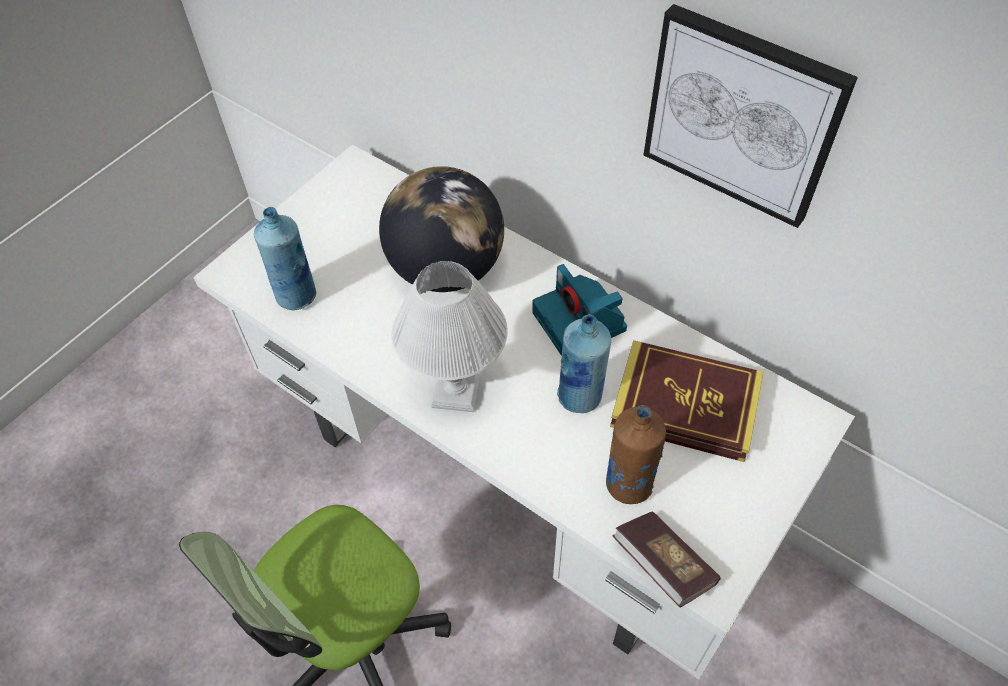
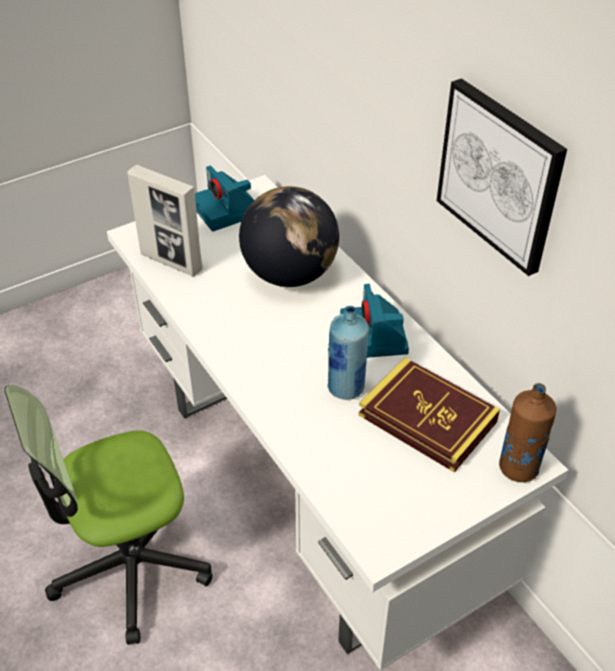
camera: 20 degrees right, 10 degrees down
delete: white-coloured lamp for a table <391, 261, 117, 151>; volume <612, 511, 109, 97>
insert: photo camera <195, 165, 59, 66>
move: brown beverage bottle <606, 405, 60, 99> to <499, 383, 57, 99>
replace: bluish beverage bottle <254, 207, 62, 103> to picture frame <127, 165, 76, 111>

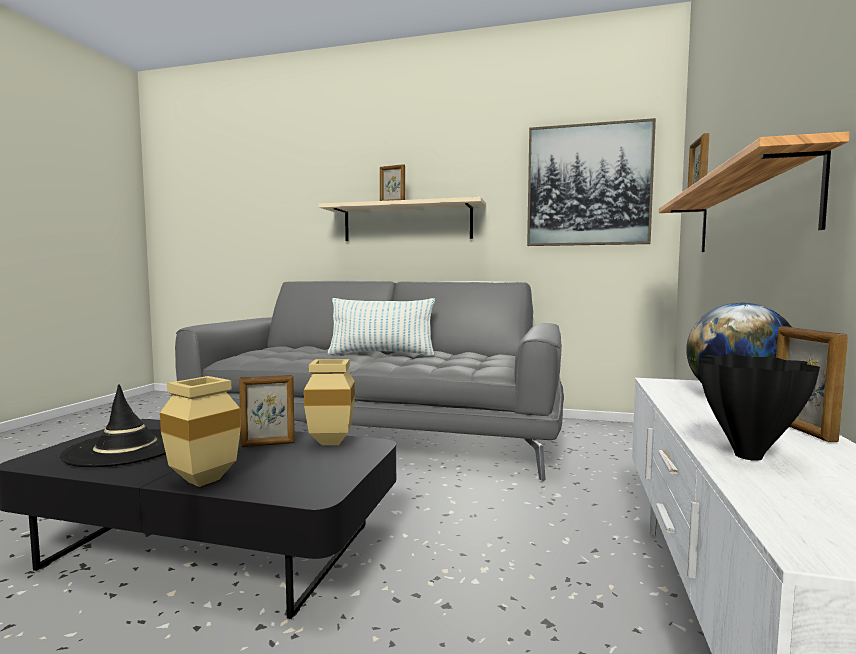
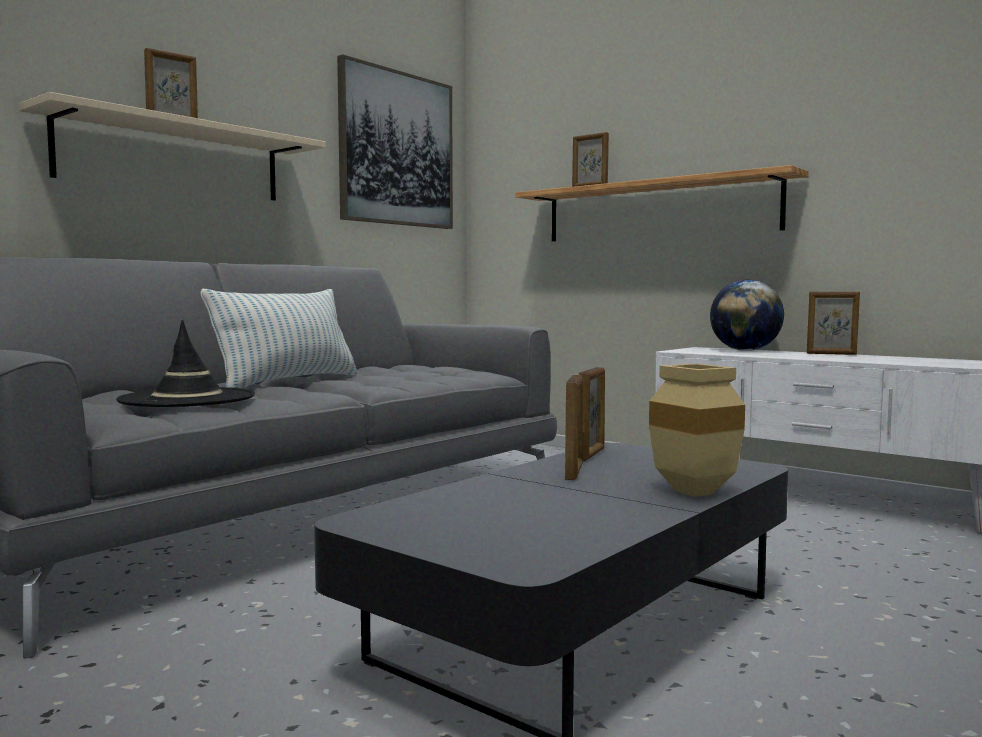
camera: 65 degrees left, 0 degrees up
delete: blackish decorative vase <699, 354, 121, 107>
move: blackish hat <60, 384, 106, 83> to <116, 320, 139, 87>
replace: sand-coloured decorative vase <304, 359, 51, 86> to picture frame <579, 367, 26, 94>

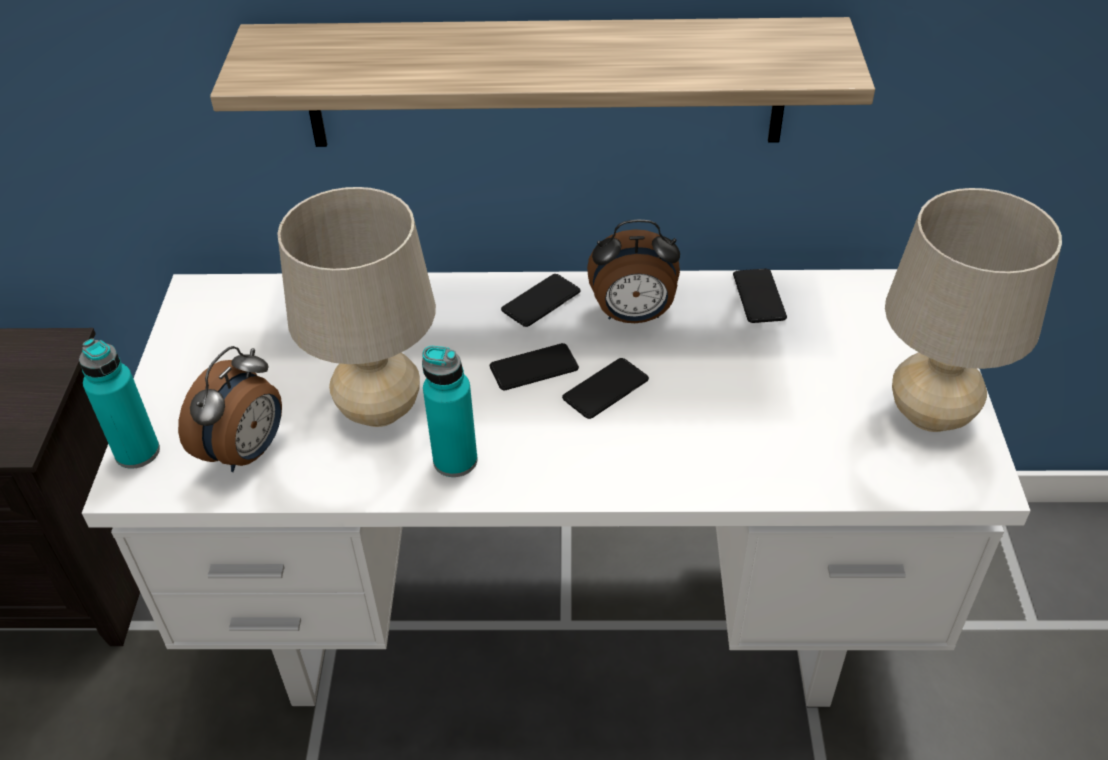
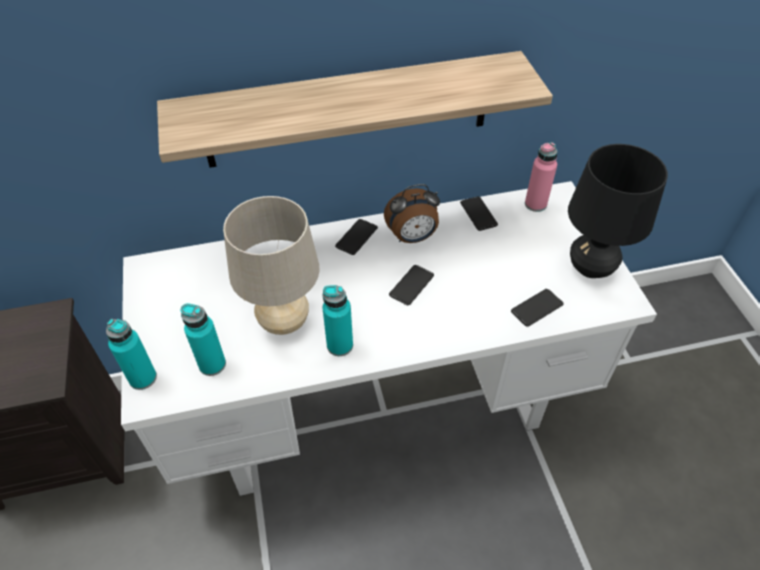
camera: 15 degrees left, 5 degrees up
insert: pink beverage bottle <525, 142, 33, 70>
move: phone <490, 343, 89, 47> to <511, 289, 52, 38>
replace: table clock <178, 346, 104, 126> to blue-green beverage bottle <180, 303, 46, 73>
recolor: sand-coloured lamp for a table <885, 188, 177, 244> to blackish lamp for a table <568, 144, 100, 134>

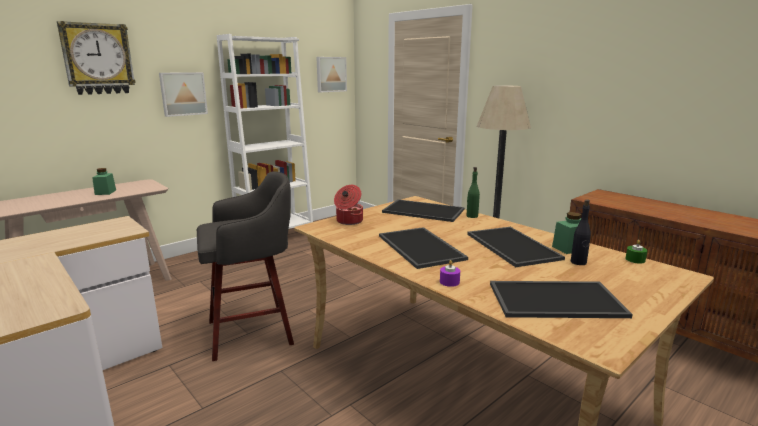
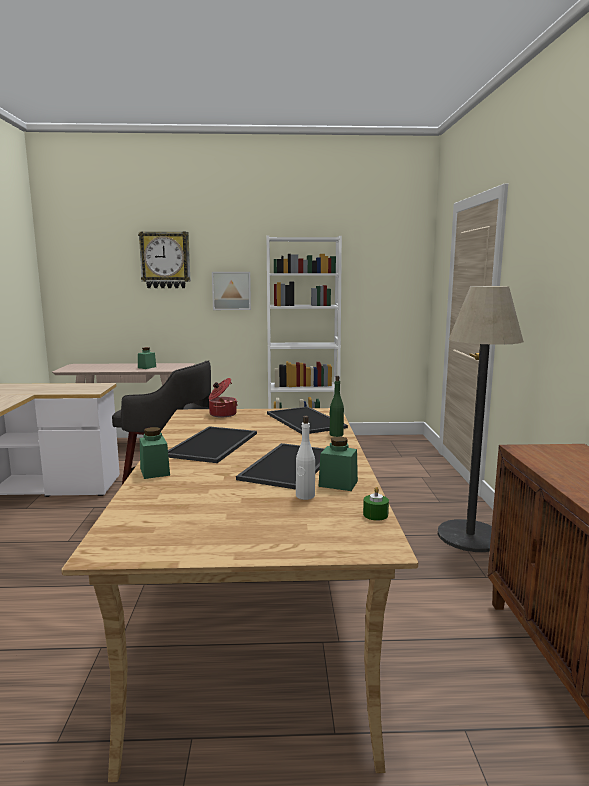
camera: 40 degrees right, 5 degrees down
delete: picture <316, 57, 31, 35>; serving tray <490, 281, 143, 37>
replace: purplish candle <440, 260, 20, 27> to greenish jar <140, 427, 30, 52>
recolor: blackish beverage bottle <571, 199, 20, 66> to white-coloured beverage bottle <296, 416, 19, 84>

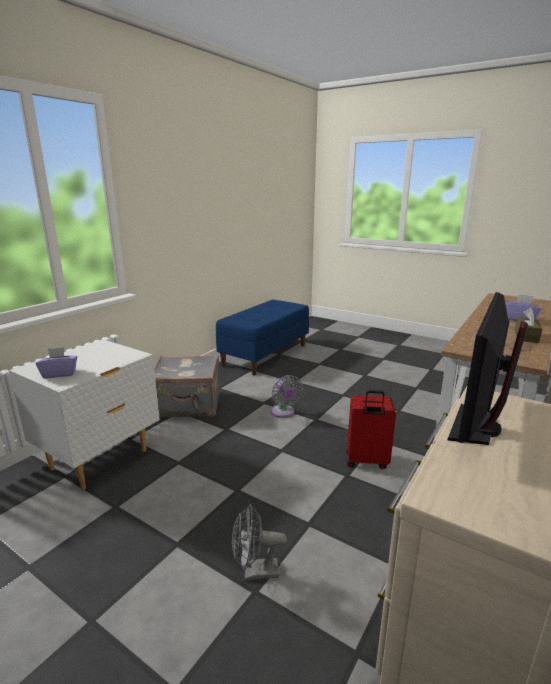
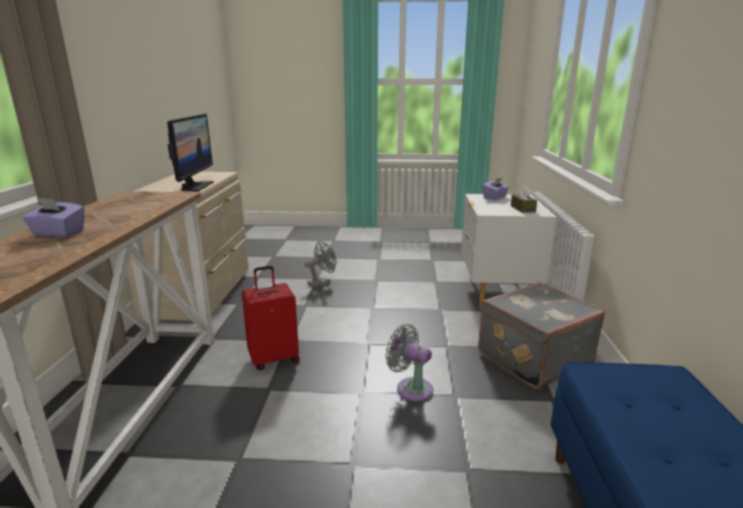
camera: 150 degrees right, 0 degrees up
move: brown tissue holder <515, 308, 27, 35> to <511, 186, 26, 27>

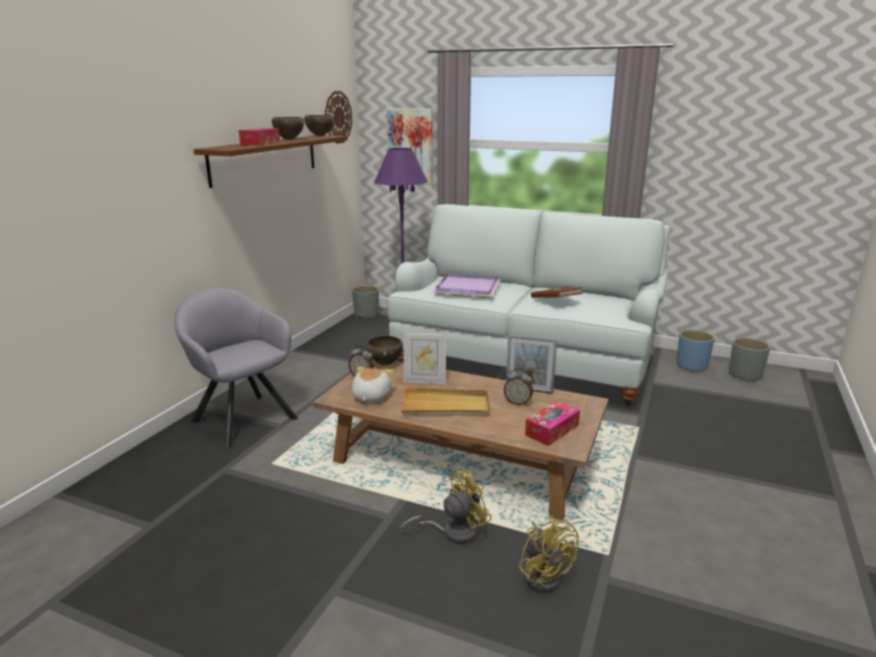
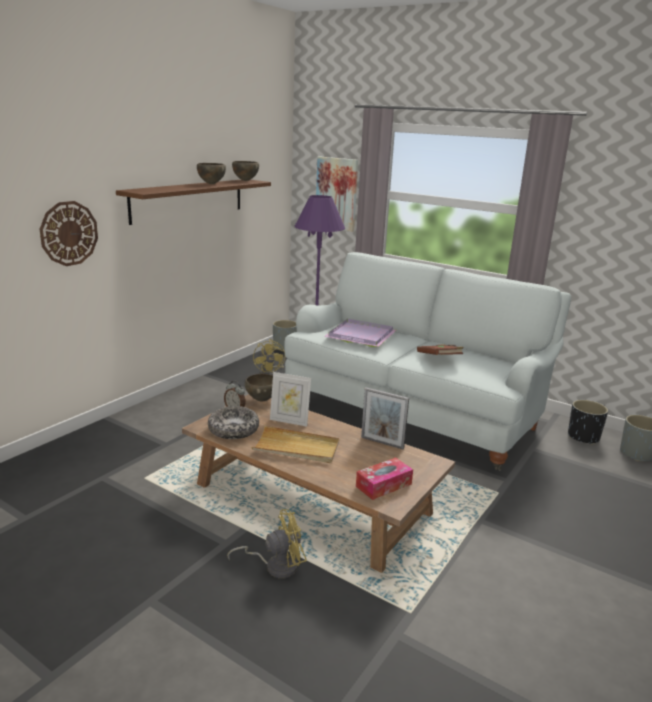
camera: 10 degrees right, 0 degrees up
delete: greyish easy chair <174, 288, 124, 160>; tissue holder <238, 128, 42, 17>; table clock <504, 368, 29, 37>
move: hanging clock <325, 91, 27, 53> to <40, 201, 58, 65>; yellow cooling fan <519, 515, 60, 77> to <253, 339, 32, 36>
replace: soft toy <351, 367, 43, 35> to deep dish <208, 406, 51, 33>
recolor: bluish flower pot <677, 330, 38, 42> to blackish flower pot <568, 400, 40, 45>

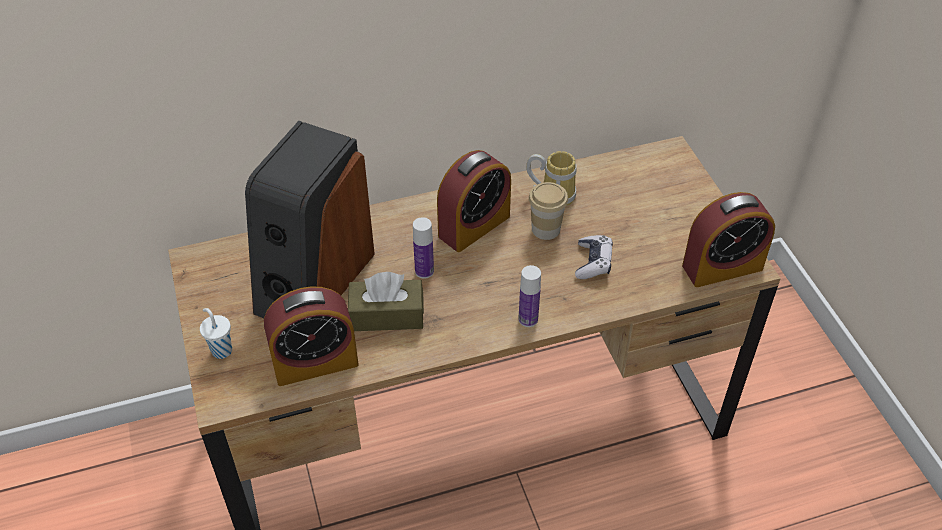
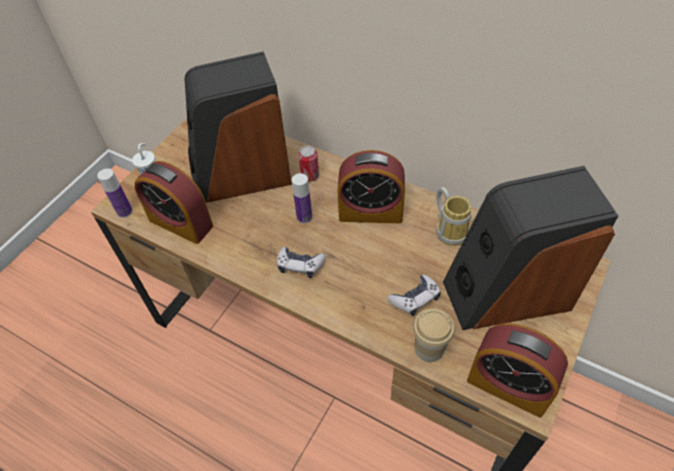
camera: 50 degrees right, 5 degrees up
delete: brown tissue holder <348, 272, 76, 59>
insert: joypad <277, 247, 49, 31>; can <298, 145, 21, 37>; speaker <443, 166, 175, 164>
move: beverage bottle <518, 265, 23, 62> to <97, 168, 36, 50>; cup <529, 182, 39, 58> to <413, 308, 42, 54>

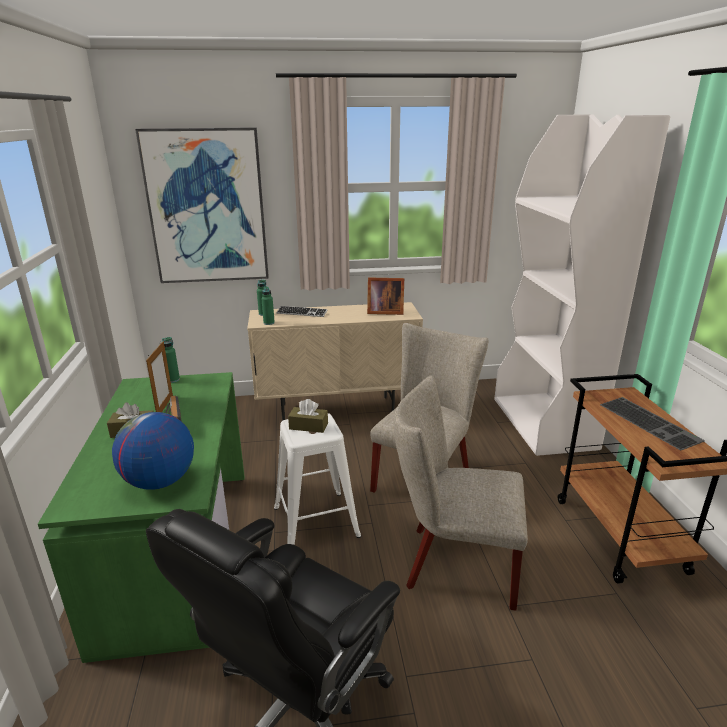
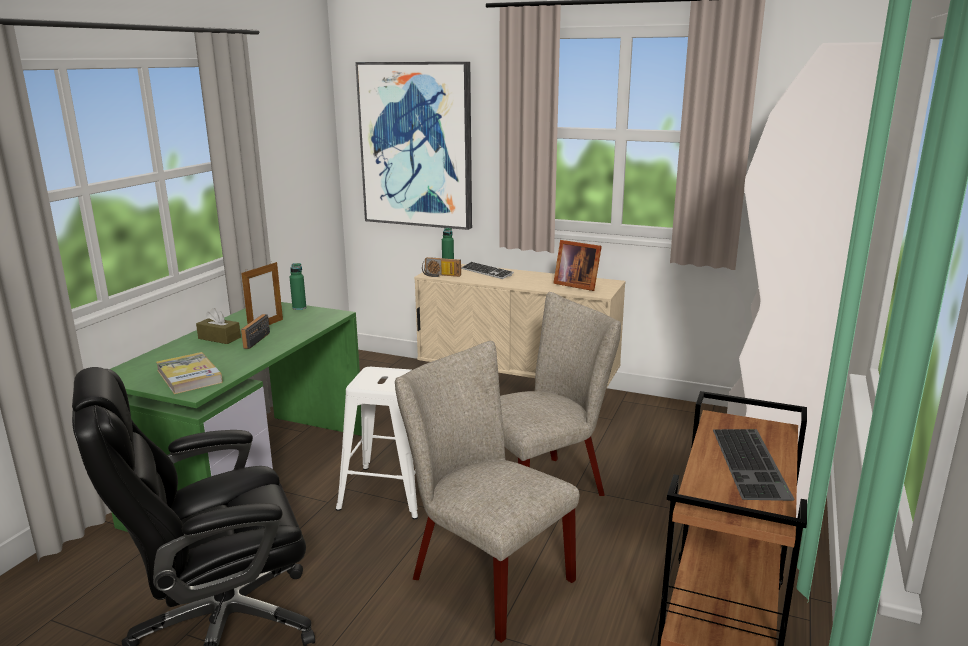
camera: 30 degrees right, 5 degrees down
delete: brown tissue holder <288, 399, 40, 34>
replace: world globe <112, 412, 82, 78> to volume <156, 352, 67, 42>; greenish beverage bottle <261, 286, 14, 39> to radio receiver <422, 257, 39, 20>

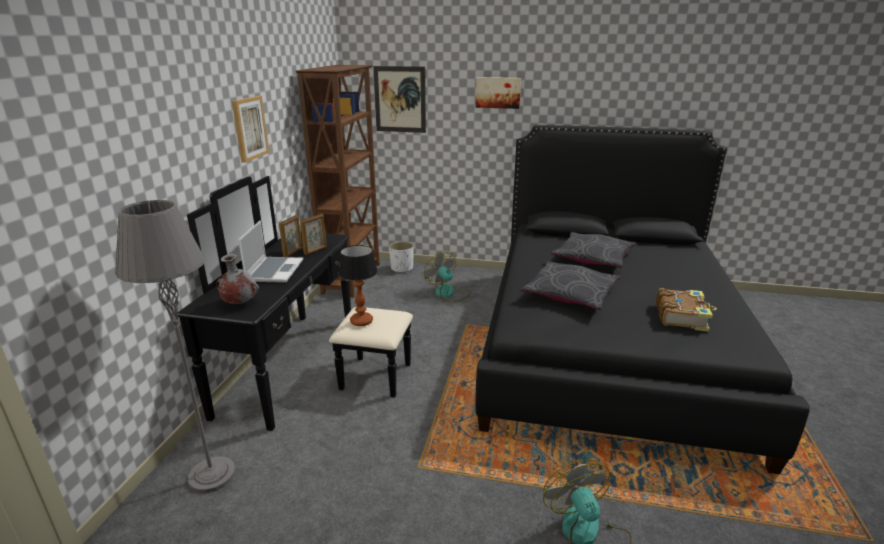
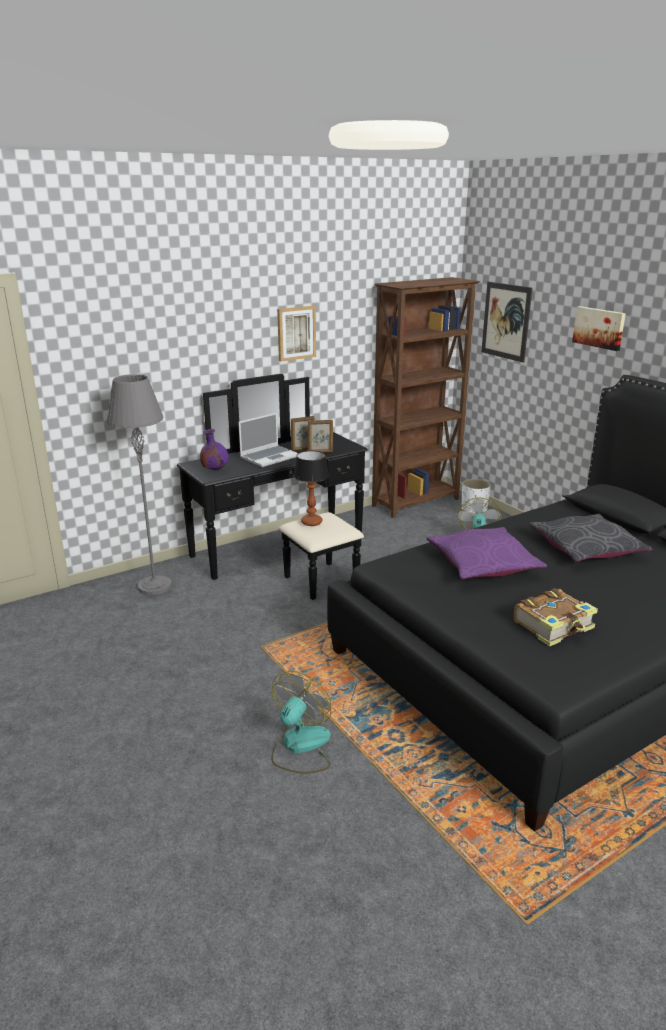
camera: 45 degrees right, 0 degrees up
recolor: greyish decorative vase <216, 254, 43, 50> to purplish decorative vase <200, 429, 29, 41>; greyish cushion <520, 261, 101, 49> to purplish cushion <426, 527, 121, 52>

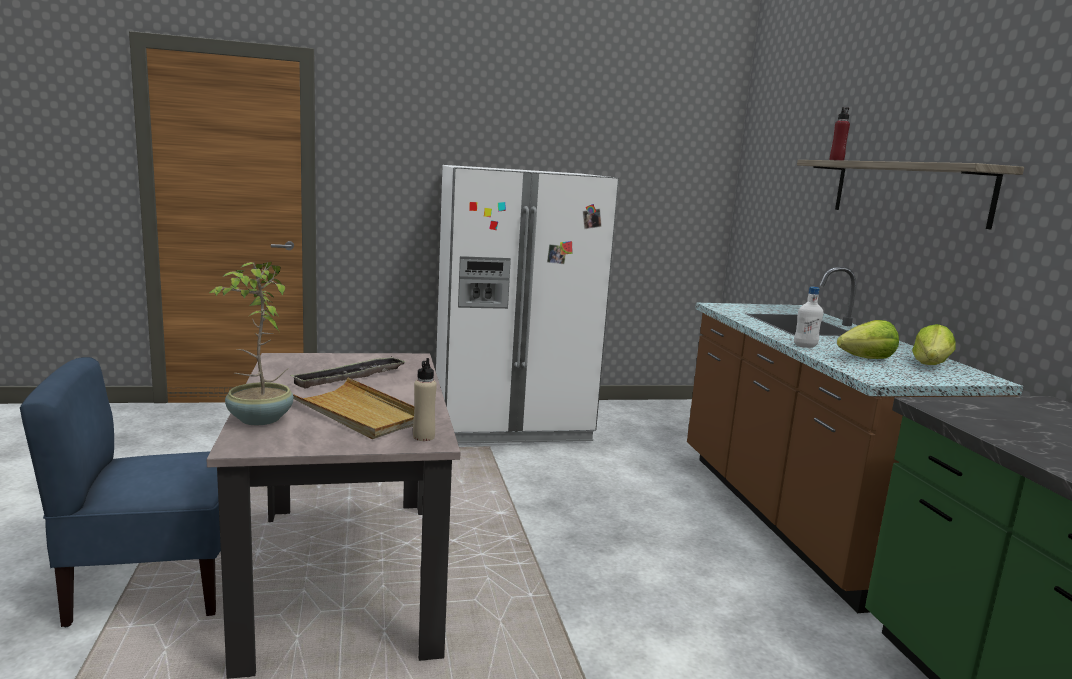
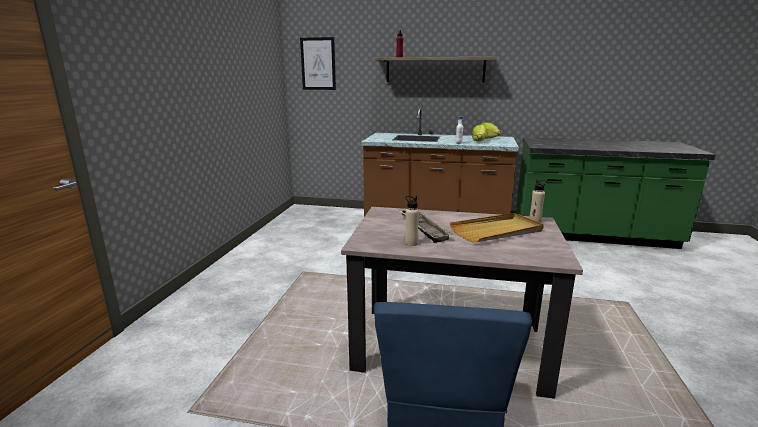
camera: 65 degrees left, 5 degrees up
delete: potted plant <209, 262, 85, 163>; white-coloured kitchen fridge <436, 165, 183, 279>
insert: picture <300, 37, 36, 53>; sand-coloured beverage bottle <405, 196, 14, 50>

